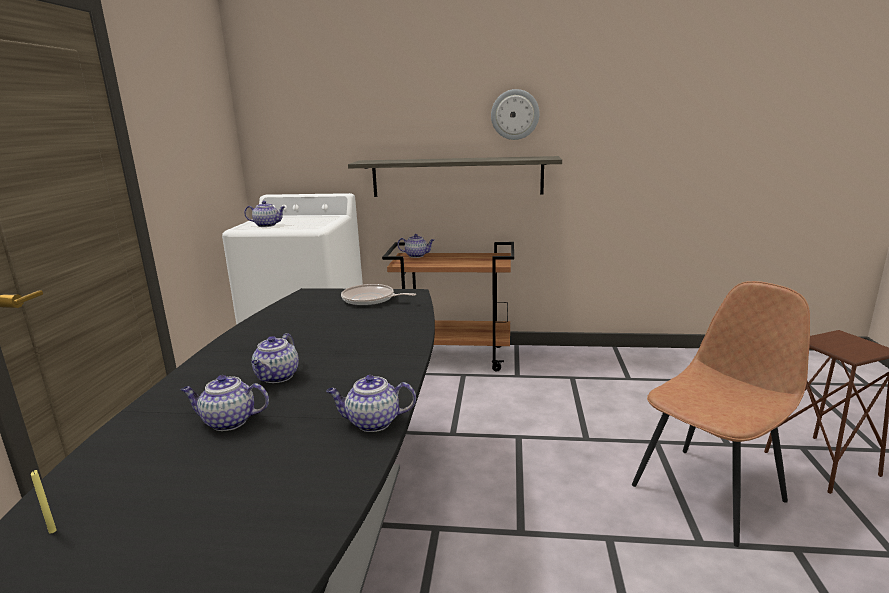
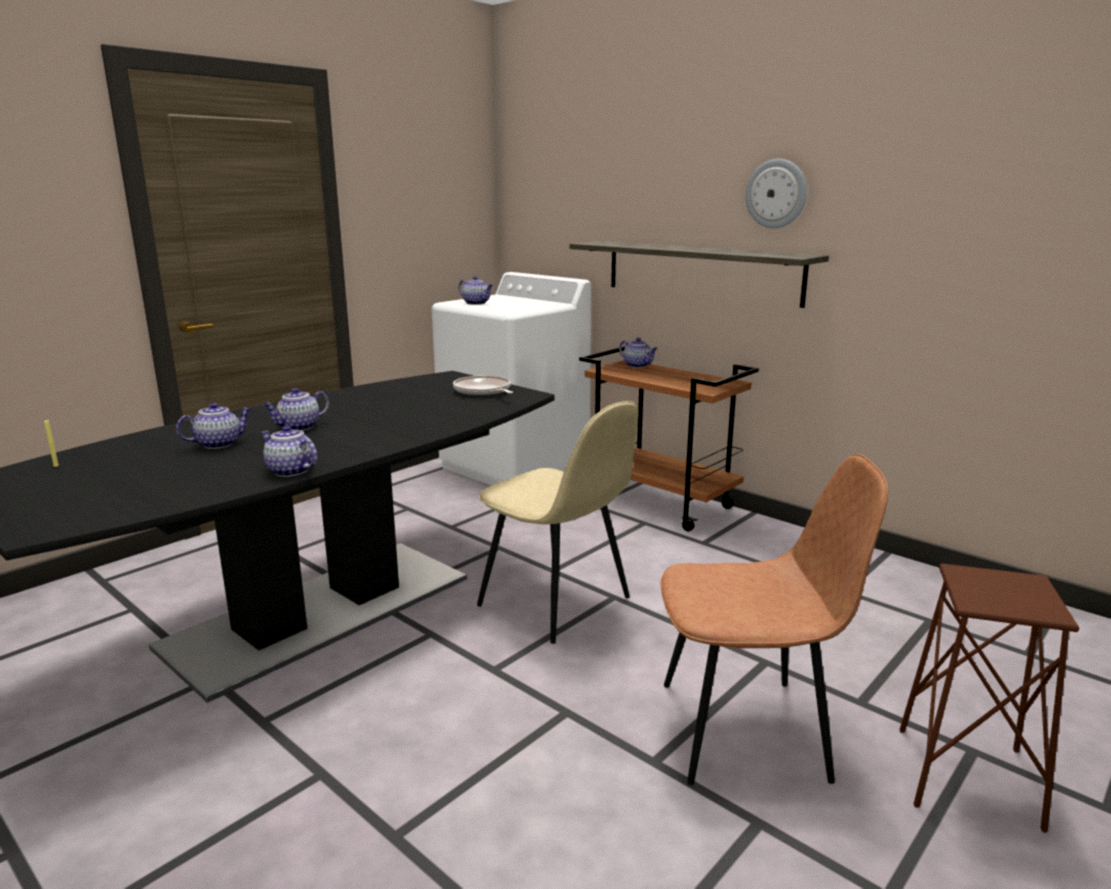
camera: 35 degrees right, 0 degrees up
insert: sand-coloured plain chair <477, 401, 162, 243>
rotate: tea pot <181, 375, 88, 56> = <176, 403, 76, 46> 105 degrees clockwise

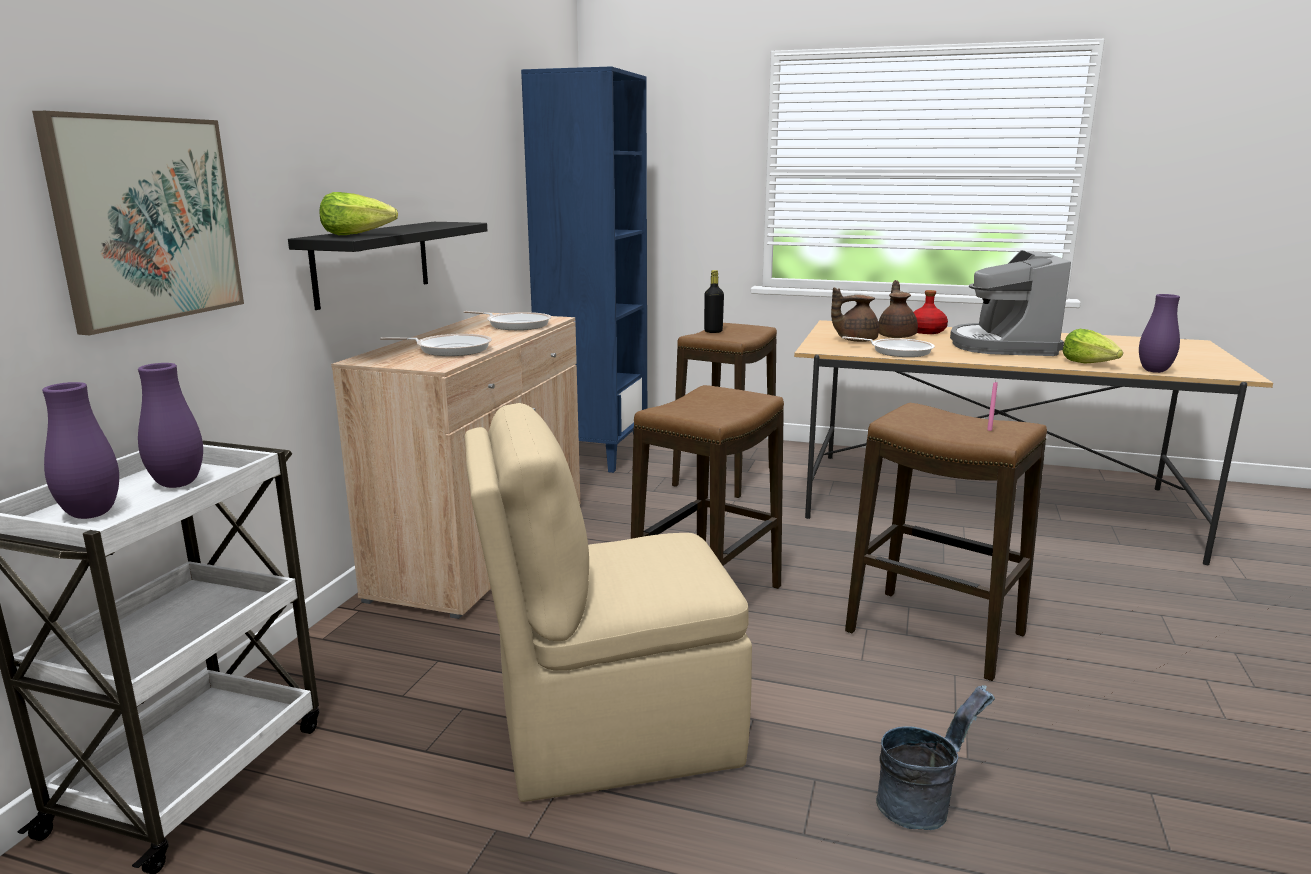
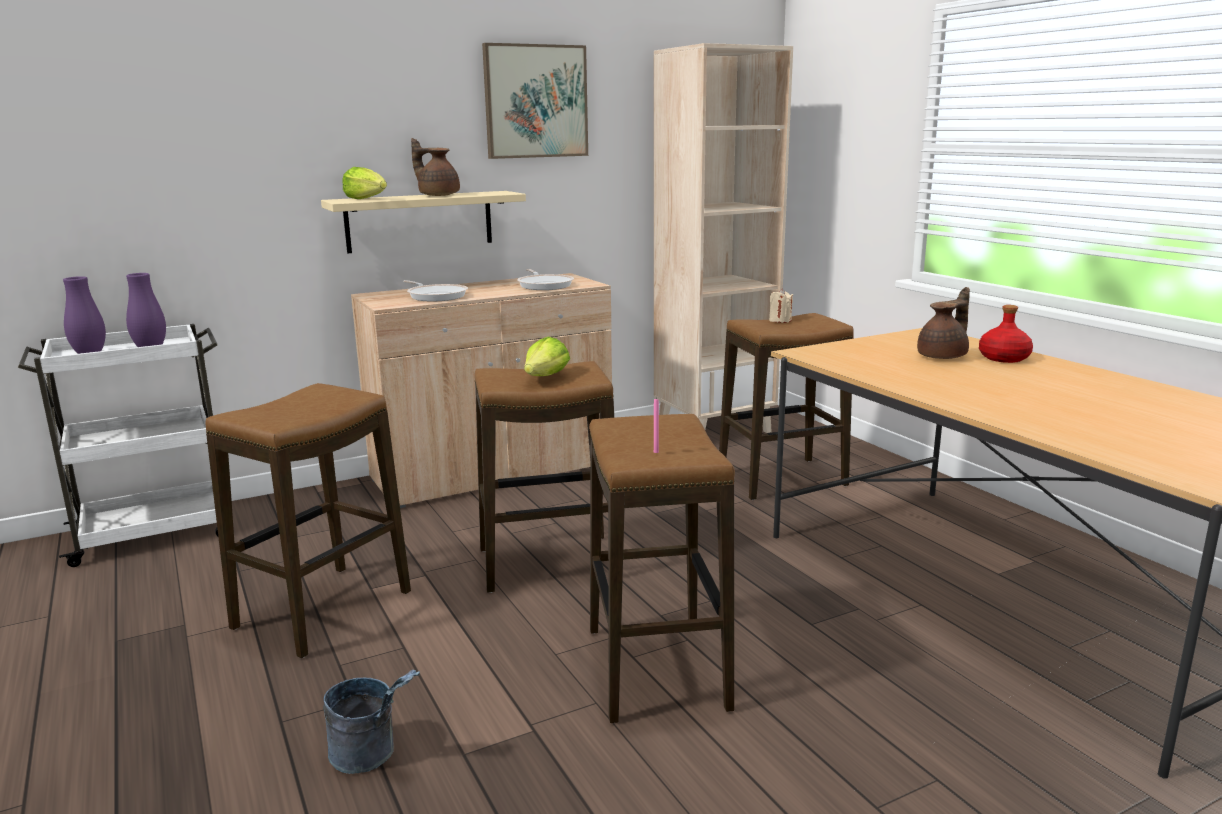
camera: 45 degrees right, 0 degrees up
delete: frying pan <842, 337, 93, 20>; coffee maker <950, 250, 121, 106>; purplish decorative vase <1139, 294, 41, 79>
move: brown tea pot <831, 287, 48, 55> to <411, 138, 49, 58>; picture <32, 111, 212, 224> to <482, 43, 106, 116>; lettuce <1063, 329, 60, 35> to <524, 337, 46, 39>
replace: sand-coloured plain chair <465, 403, 287, 399> to sitting stool <206, 383, 205, 275>; blackish beverage bottle <704, 270, 20, 63> to sand-coloured candle <769, 288, 24, 35>
recolor: blackish shelf <288, 222, 200, 88> to sand-coloured shelf <321, 191, 205, 62>; bluish bookshelf <521, 66, 126, 407> to sand-coloured bookshelf <654, 43, 139, 390>

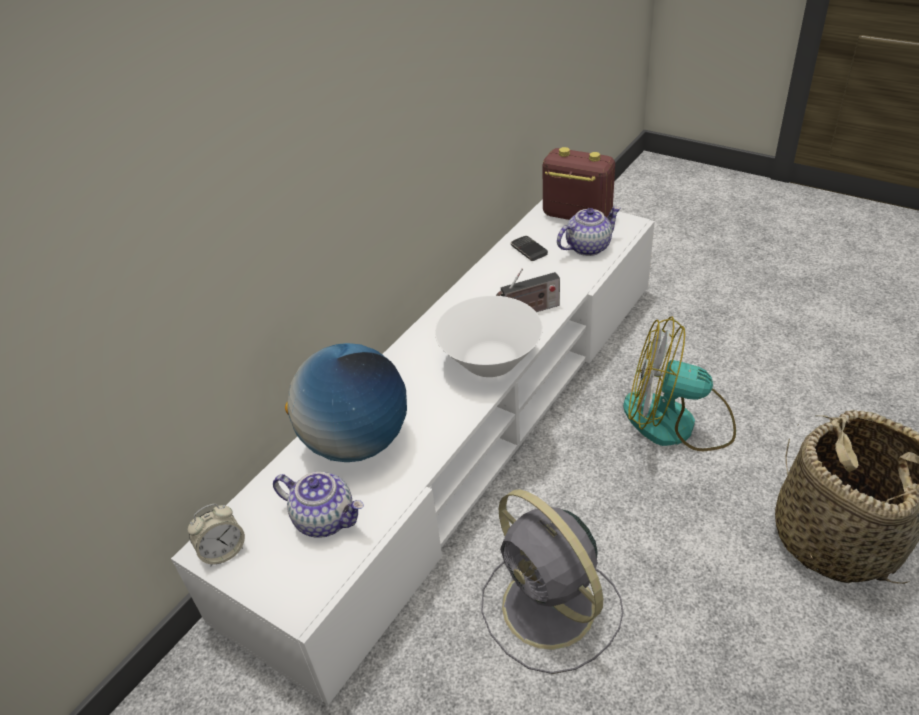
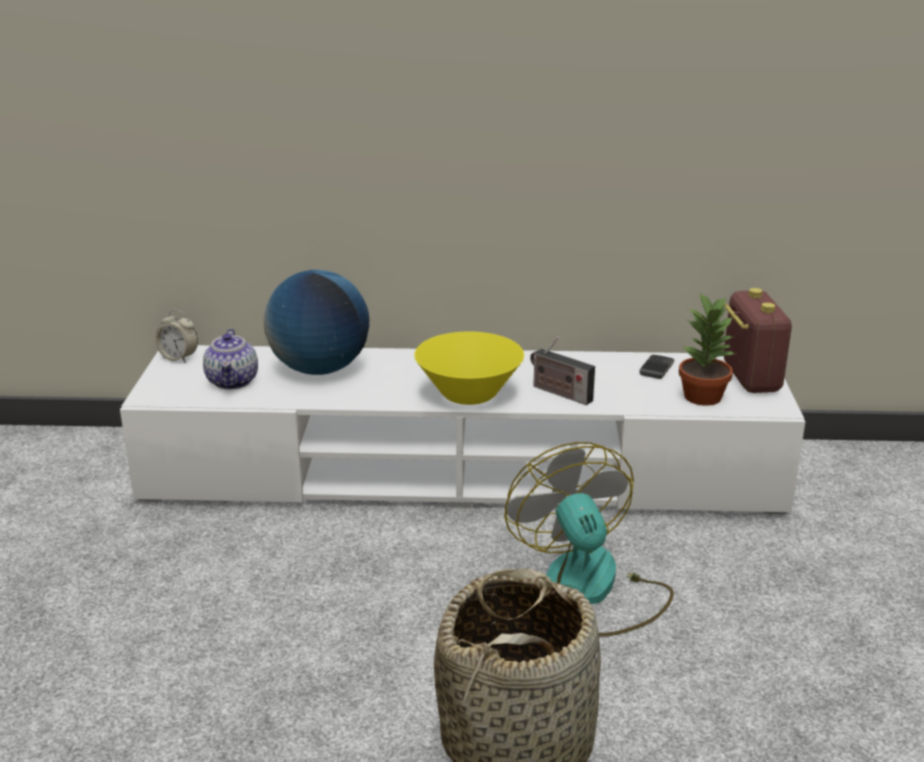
camera: 55 degrees right, 15 degrees down
delete: greyish cooling fan <481, 490, 143, 184>
replace: tea pot <557, 206, 64, 50> to potted plant <679, 292, 55, 114>
recolor: white-coloured deep dish <435, 296, 108, 81> to yellow deep dish <414, 331, 110, 74>

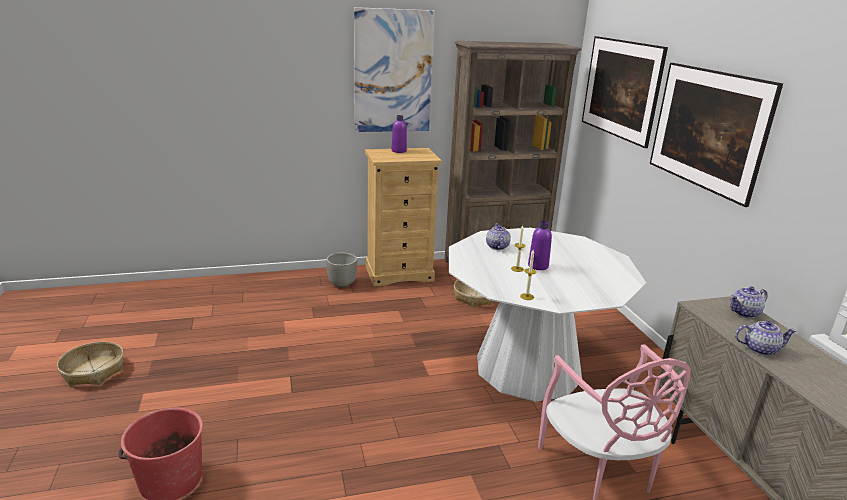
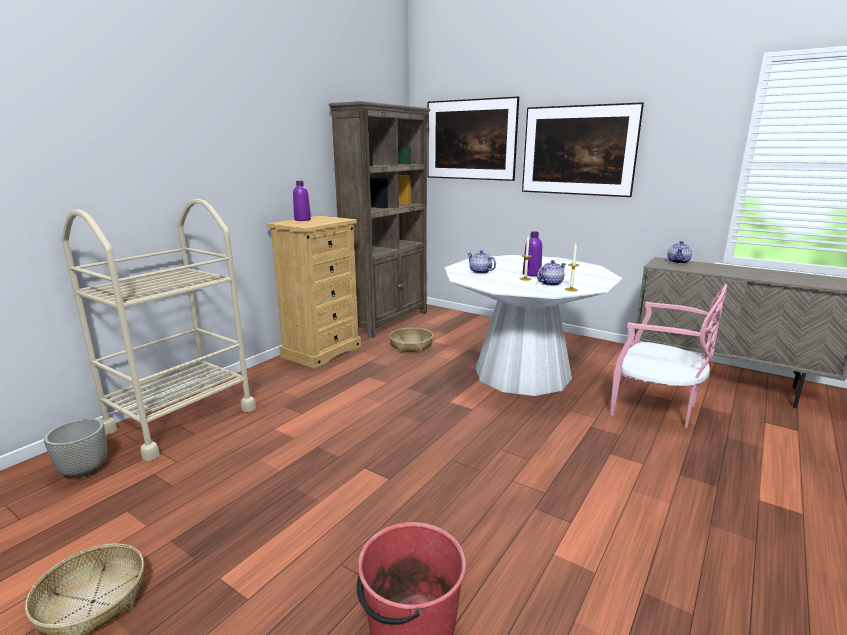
camera: 40 degrees left, 5 degrees down
delete: picture <354, 7, 81, 125>
insert: sand-coloured trolley <61, 199, 195, 262>
move: greyish flower pot <326, 253, 31, 35> to <44, 418, 63, 60>; tea pot <735, 320, 62, 36> to <537, 260, 29, 26>

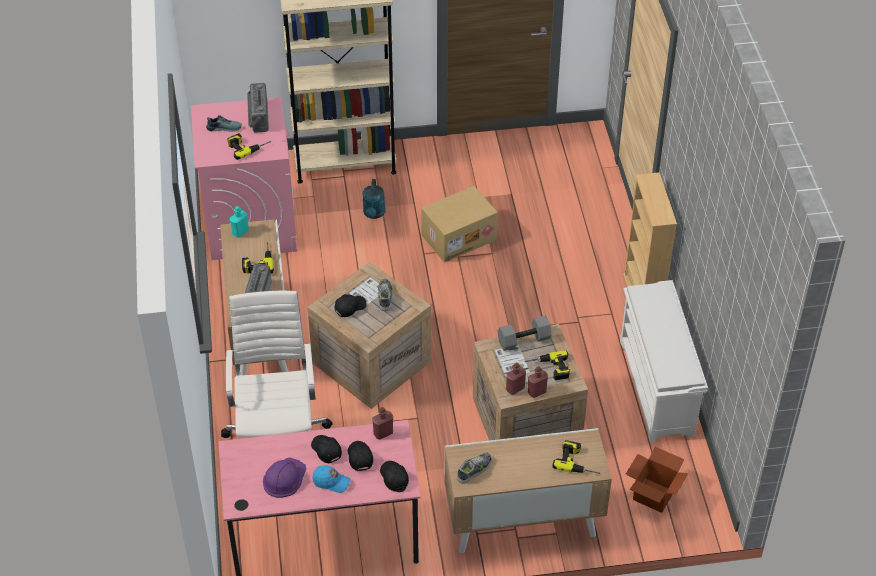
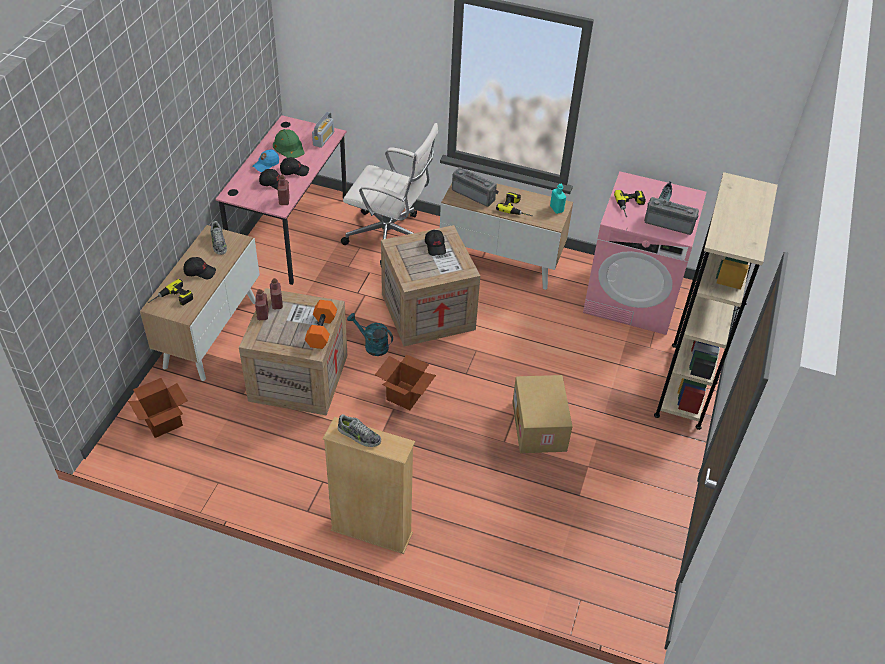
camera: 115 degrees right, 0 degrees up
delete: electric drill <524, 350, 46, 30>; white-coloured shoe shelf <620, 280, 88, 162>
insert: radio receiver <312, 112, 22, 36>; packing box <375, 354, 61, 56>
move: blackish cap <380, 461, 29, 30> to <183, 257, 33, 22>; shoe <378, 279, 15, 32> to <338, 414, 43, 33>; blue-green watering can <362, 179, 24, 40> to <347, 313, 46, 43>
recolor: purplish hard hat <263, 458, 43, 40> to greenish hard hat <273, 129, 32, 29>; greyish dumbbell <497, 316, 55, 35> to orangey dumbbell <305, 300, 32, 49>

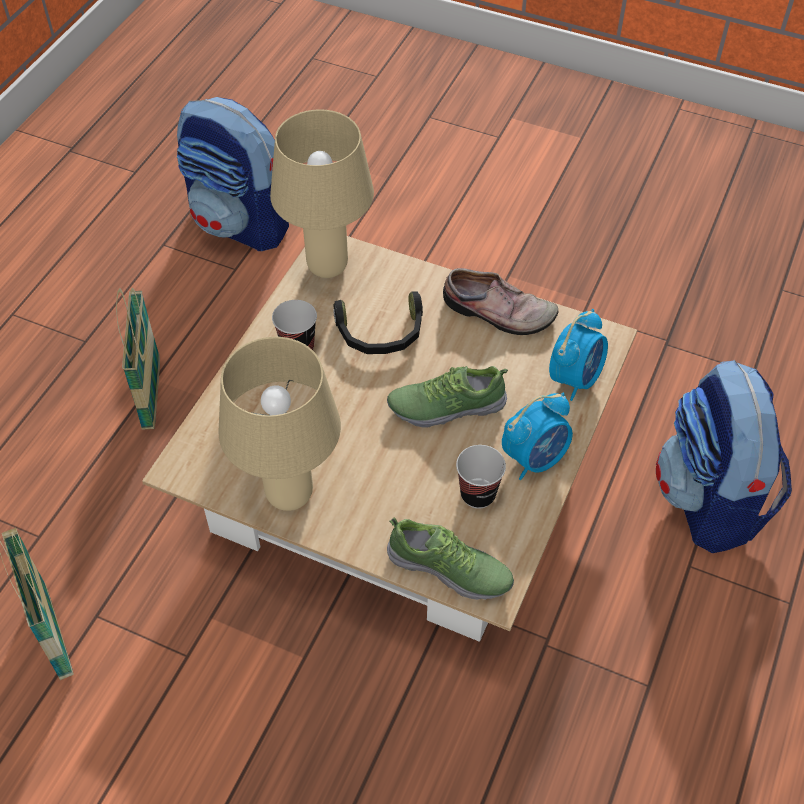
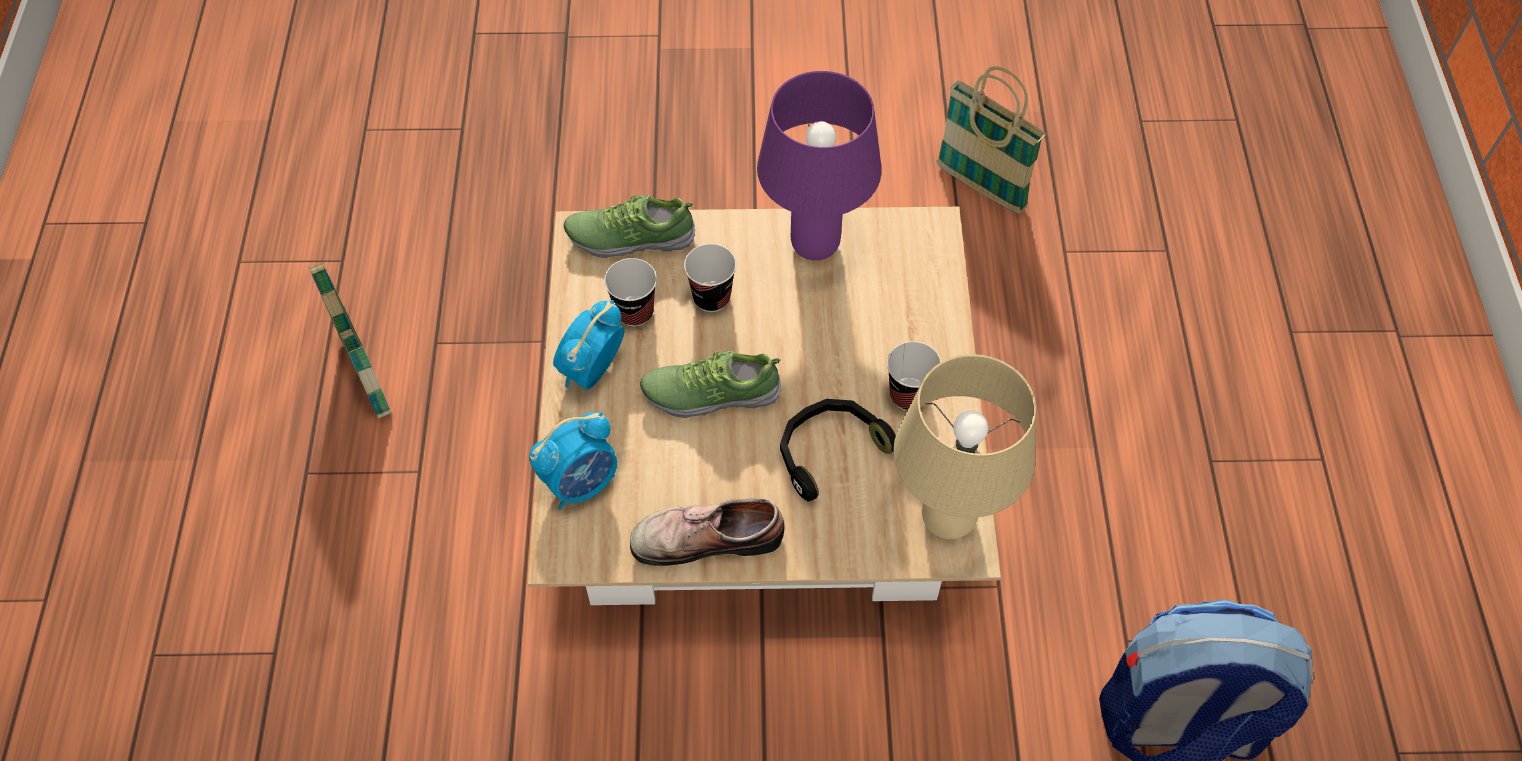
camera: 155 degrees right, 5 degrees up
delete: knapsack <656, 360, 136, 193>
insert: cup <684, 244, 52, 68>
move: household basket <116, 287, 44, 143> to <308, 261, 83, 158>
recolor: sand-coloured lamp for a table <219, 337, 122, 174> to purplish lamp for a table <757, 71, 125, 190>
rotate: table clock <549, 309, 59, 92> = <529, 412, 88, 98> 135 degrees counterclockwise; shoe <387, 366, 121, 62> = <640, 351, 141, 67> 150 degrees counterclockwise

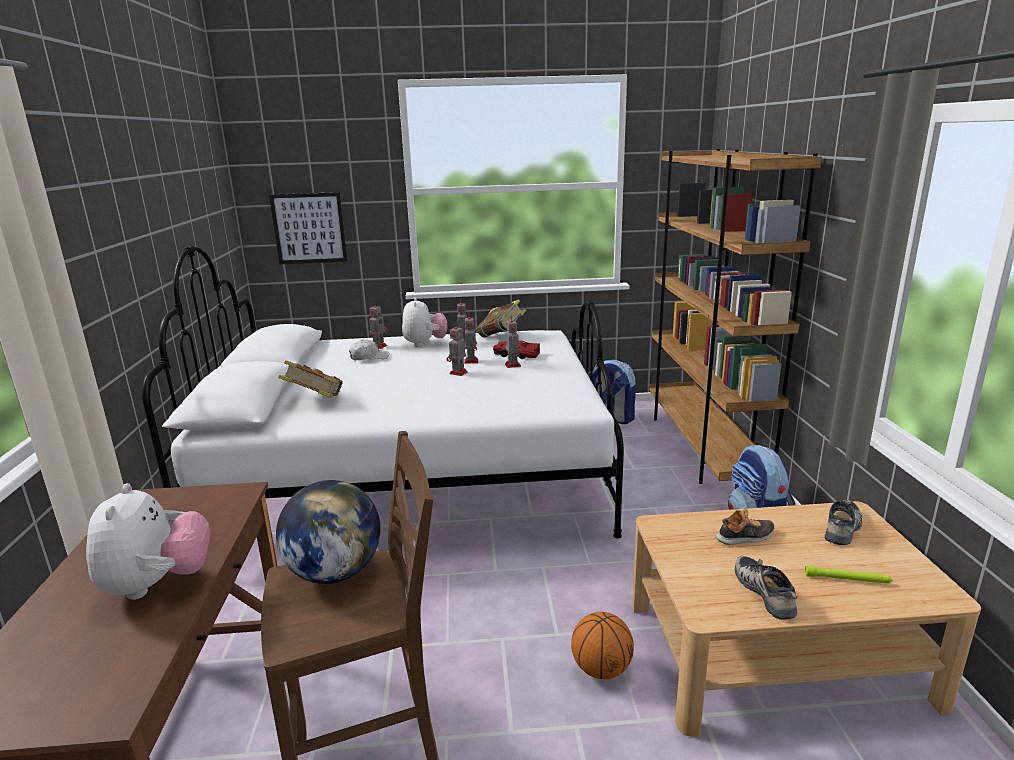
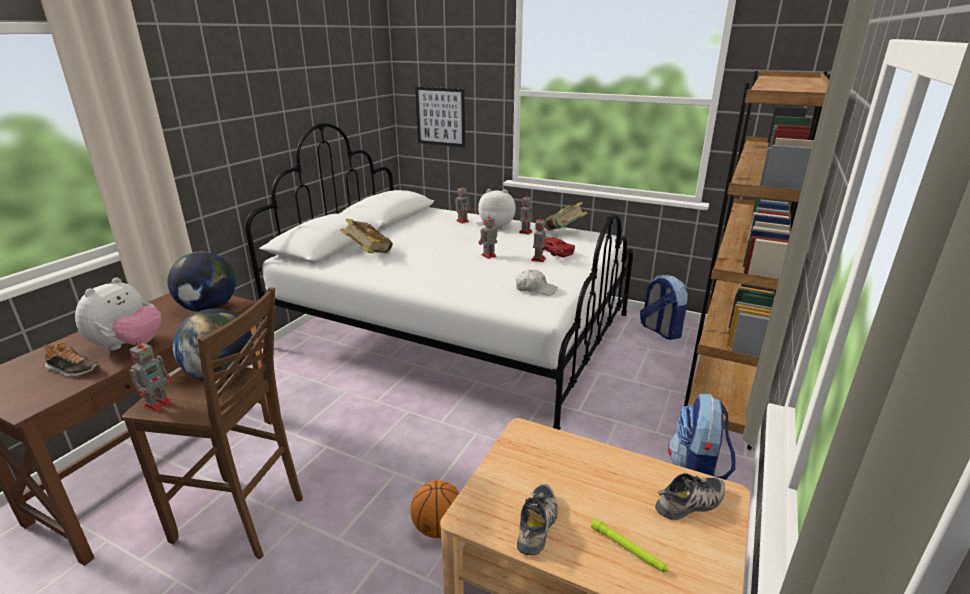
camera: 30 degrees right, 5 degrees up
insert: world globe <167, 251, 69, 61>
move: shoe <716, 509, 59, 36> to <44, 342, 56, 35>; toy robot <464, 317, 14, 47> to <129, 338, 44, 75>; white-coloured cap <349, 339, 41, 21> to <516, 269, 41, 27>
rotate: soft toy <402, 297, 45, 50> = <478, 189, 38, 40> 105 degrees counterclockwise

